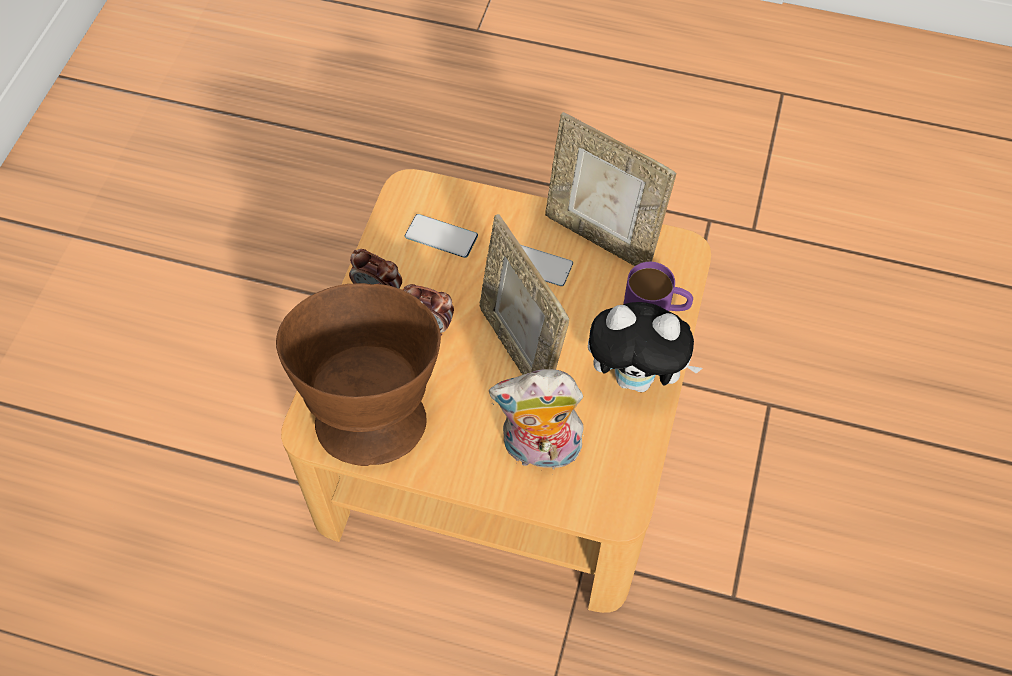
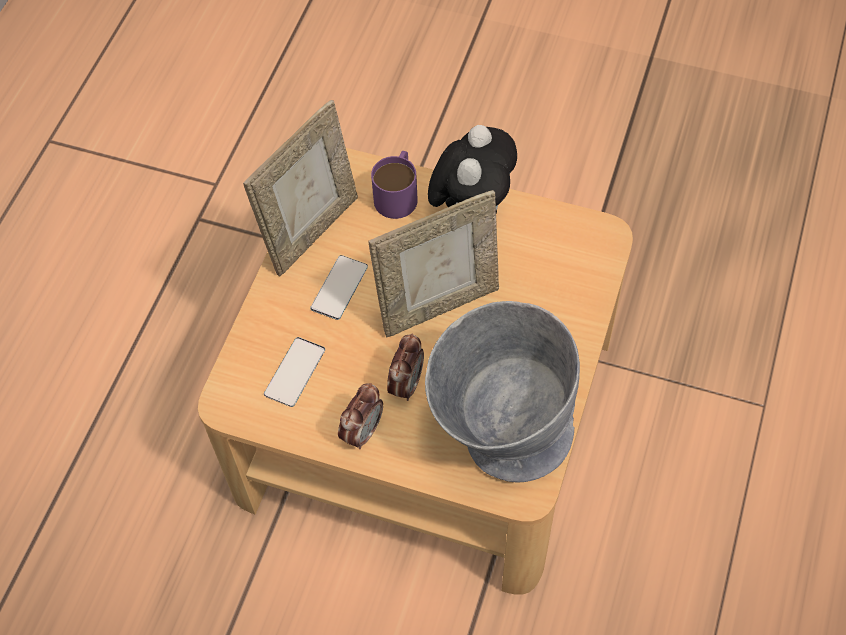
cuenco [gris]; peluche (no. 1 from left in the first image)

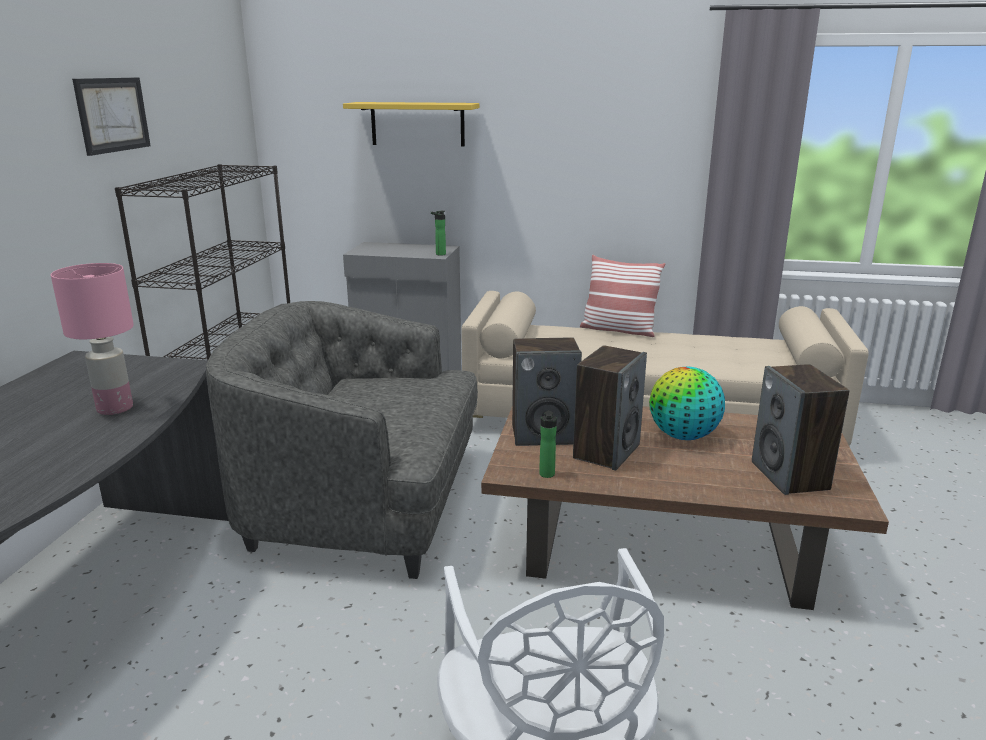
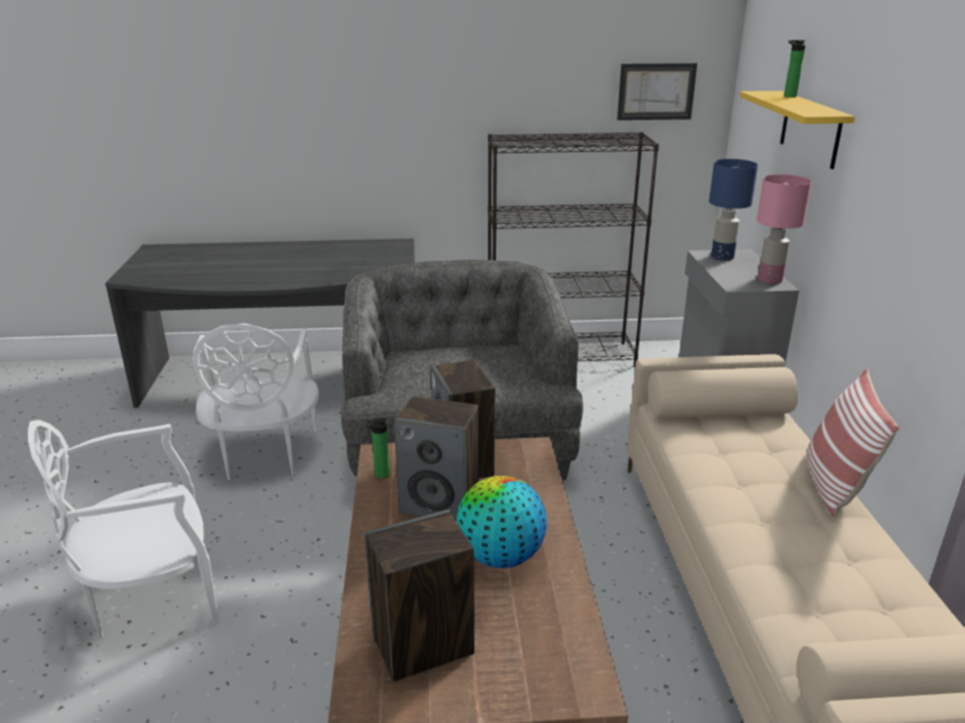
lámpara de mesa [rosa]; cuadro; botella (no. 2 from left); silla [blanco] (no. 2 from left); lámpara de mesa [azul]

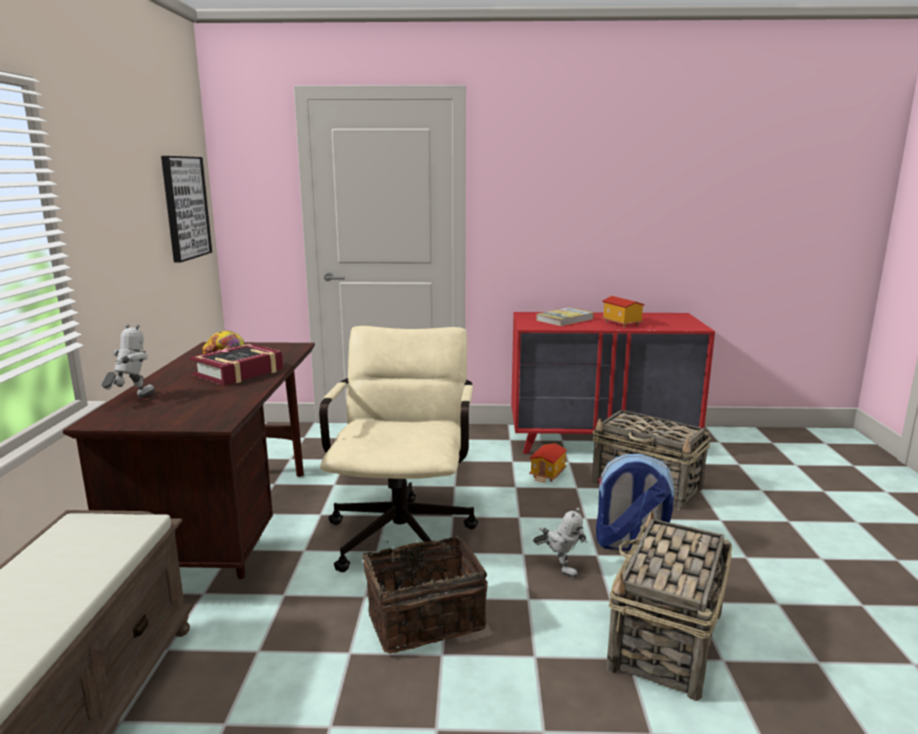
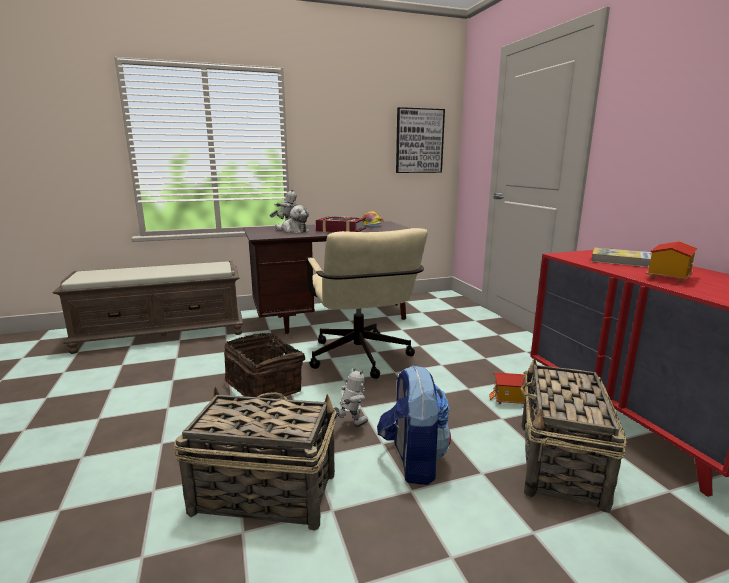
silla de oficina [beis]; robot de juguete (no. 2 from left); peluche

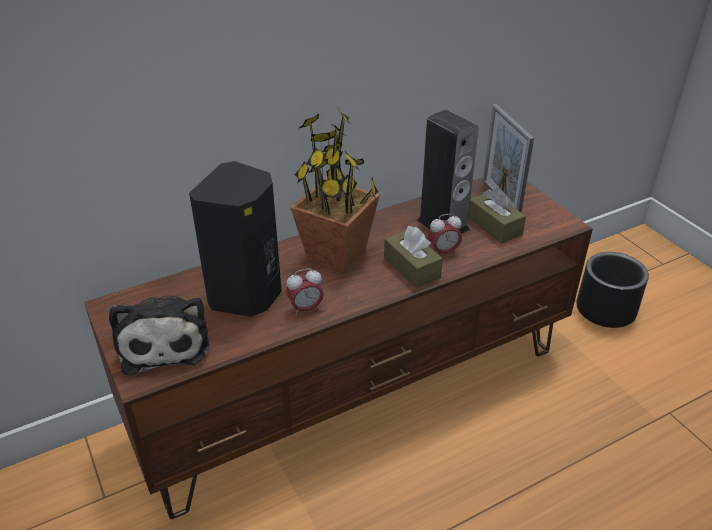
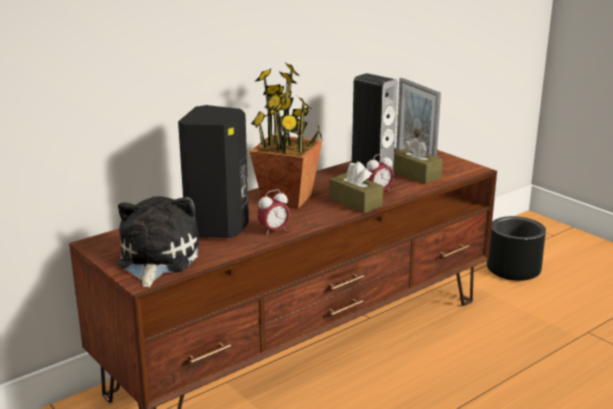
peluche

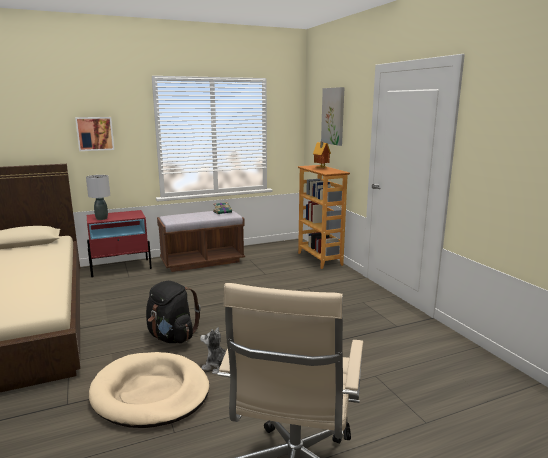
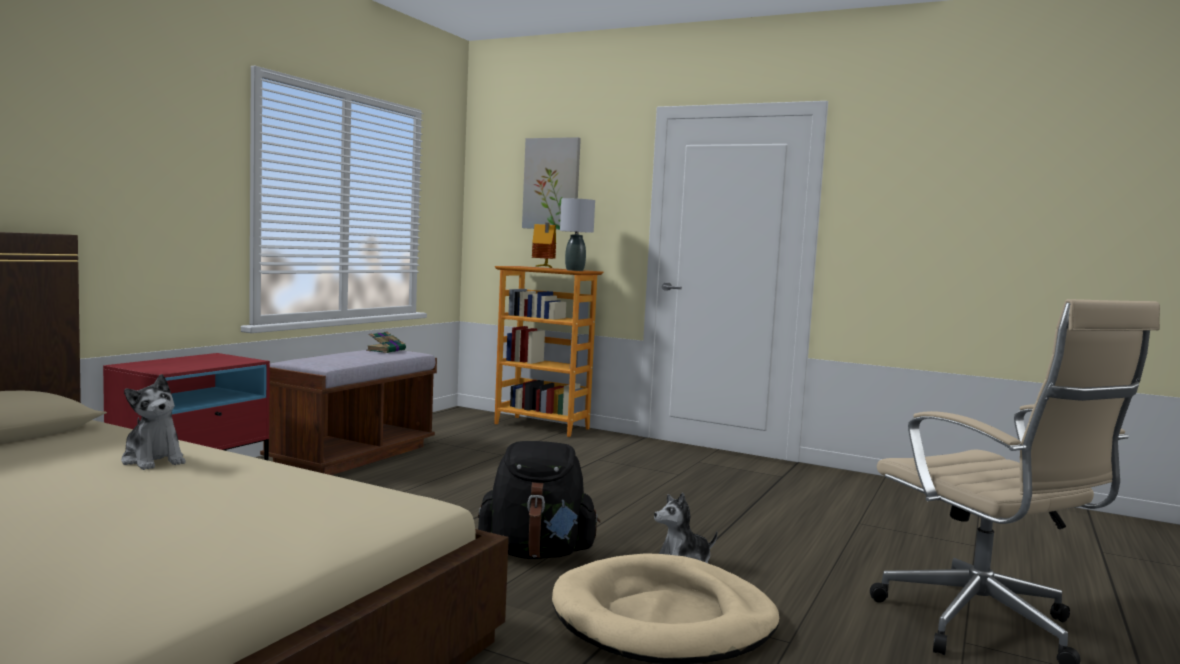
cuadro (no. 1 from left in the first image); lámpara de mesa [gris]; peluche (no. 1 from left)

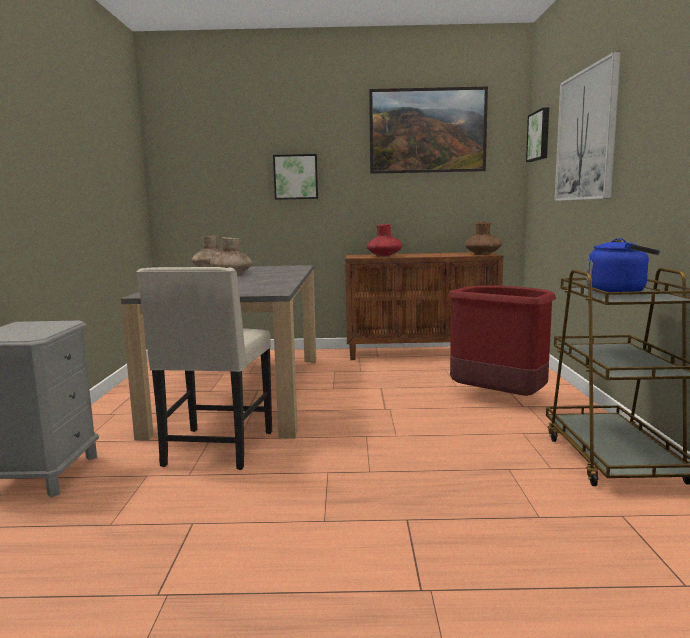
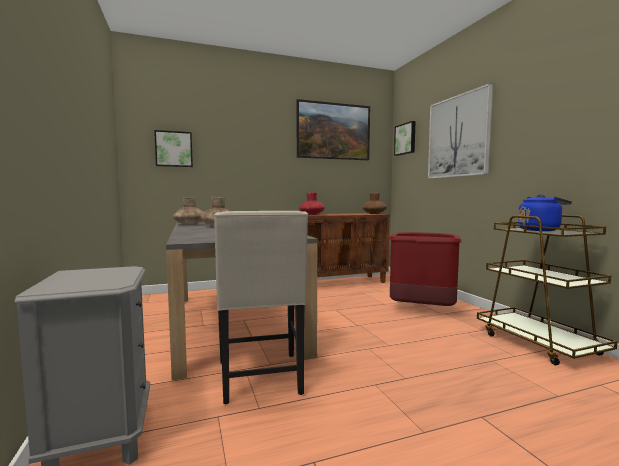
cuadro (no. 1 from left)

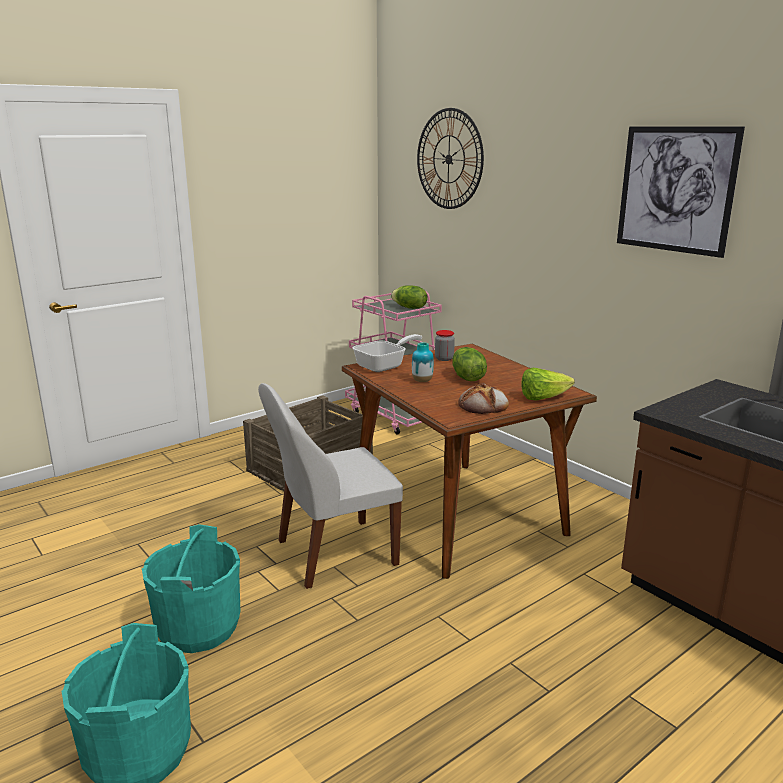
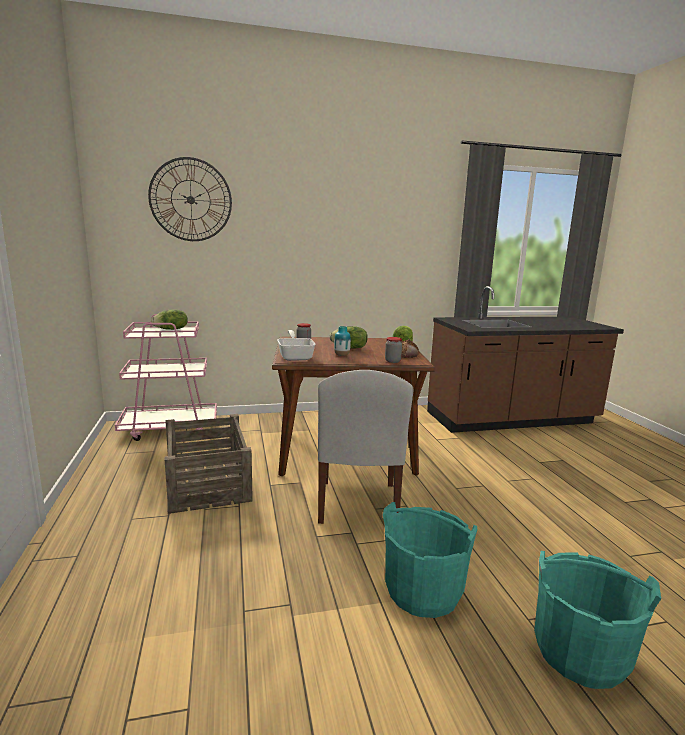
cuadro; tarro (no. 2 from left)

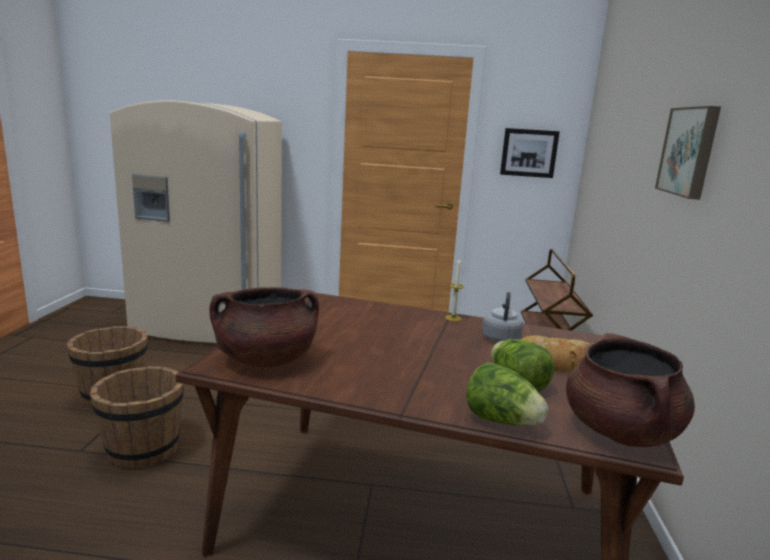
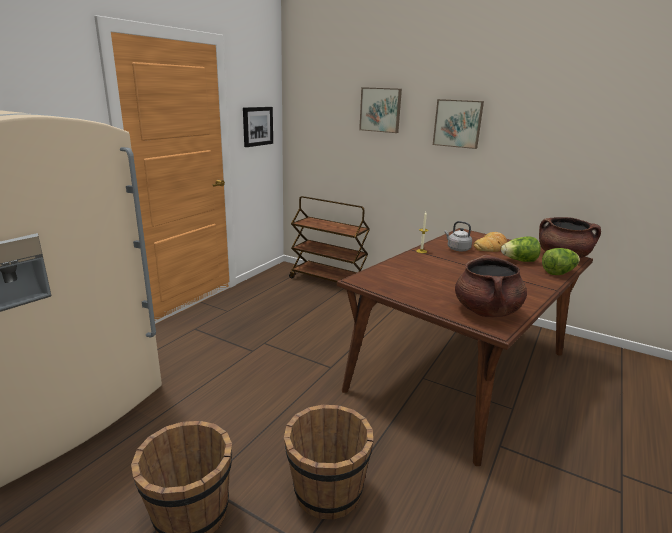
cuadro (no. 2 from left)

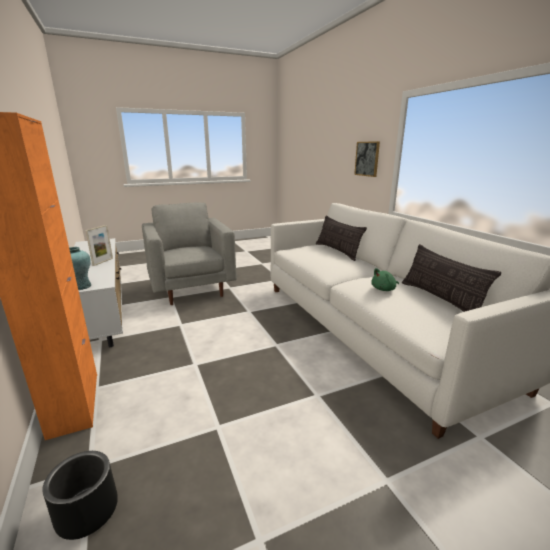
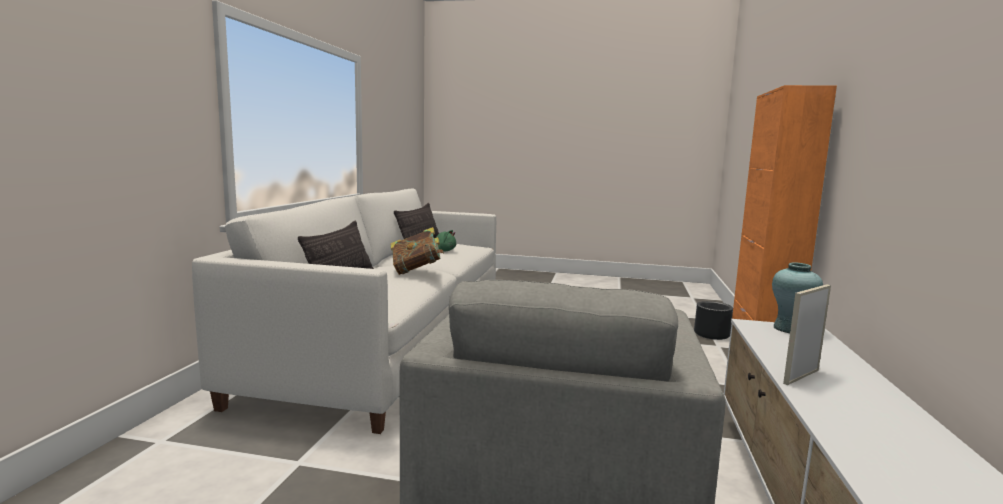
cuadro; libro

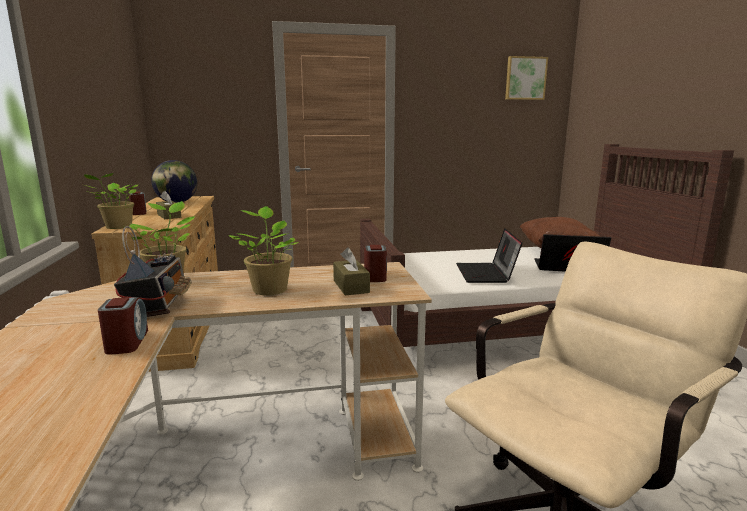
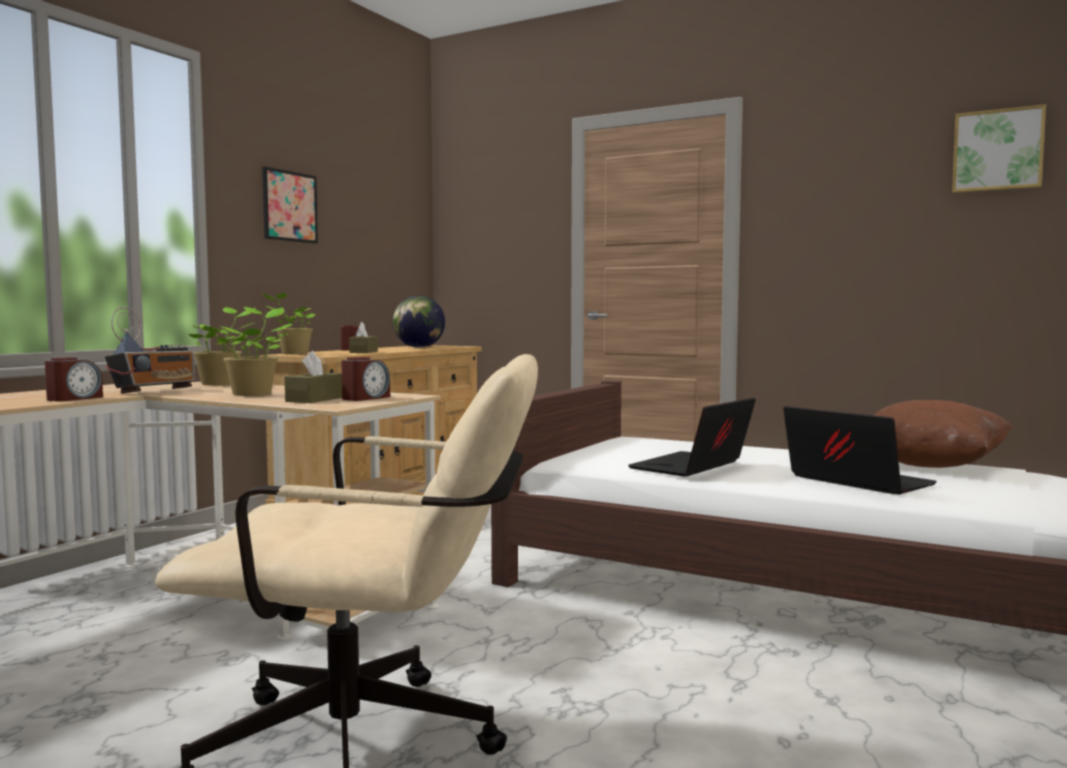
cuadro (no. 1 from left)

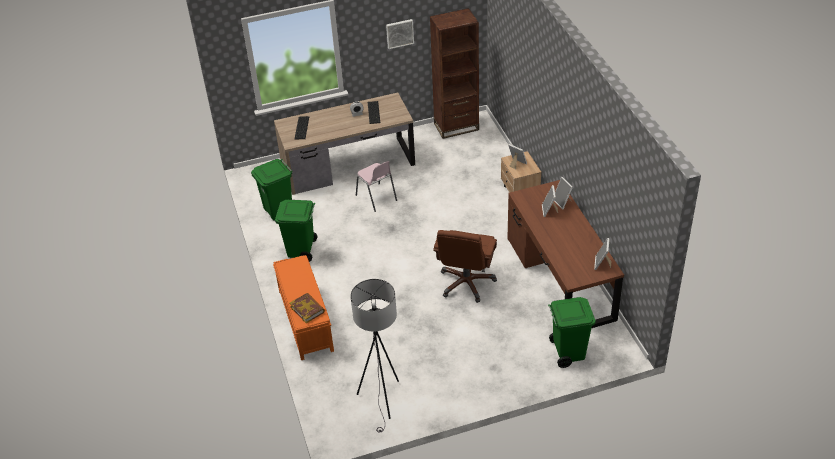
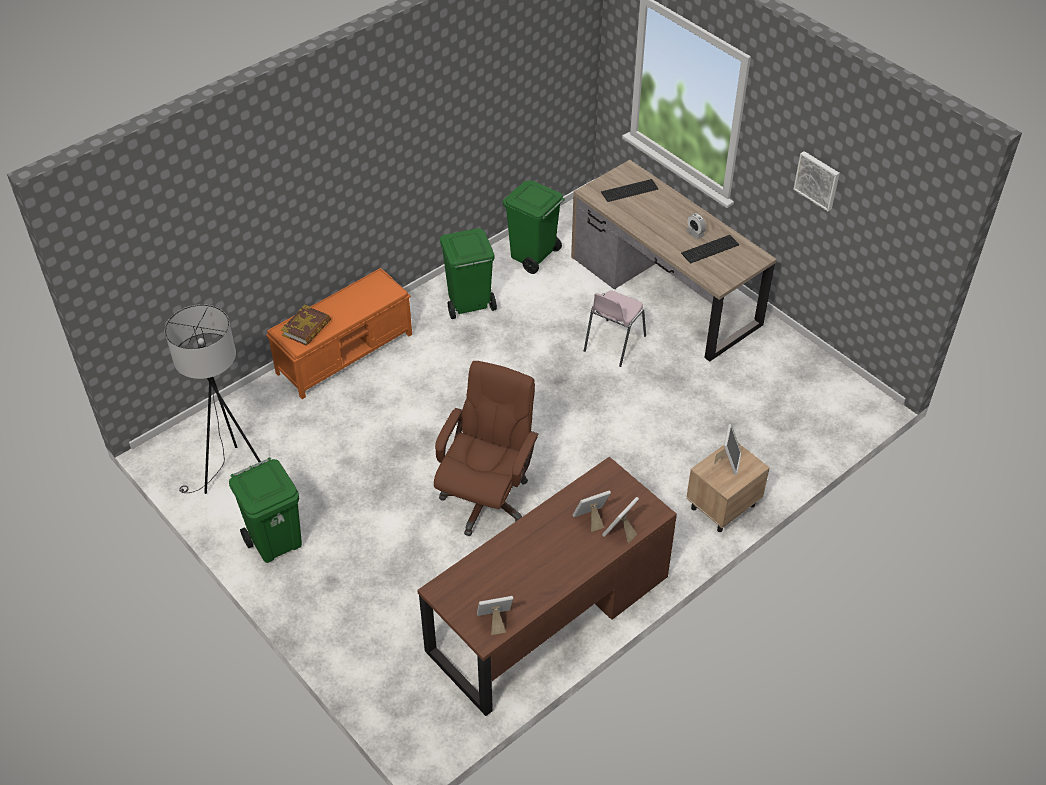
estantería [marrón]; silla de oficina [marrón]; papelera [verde] (no. 1 from left)

